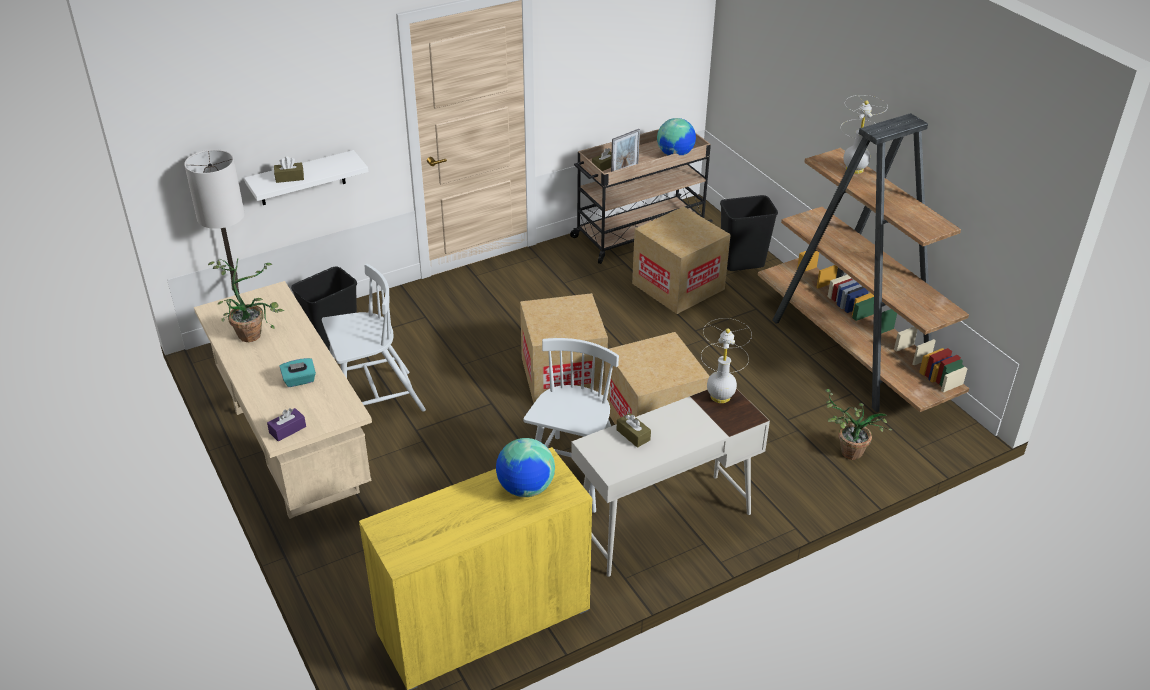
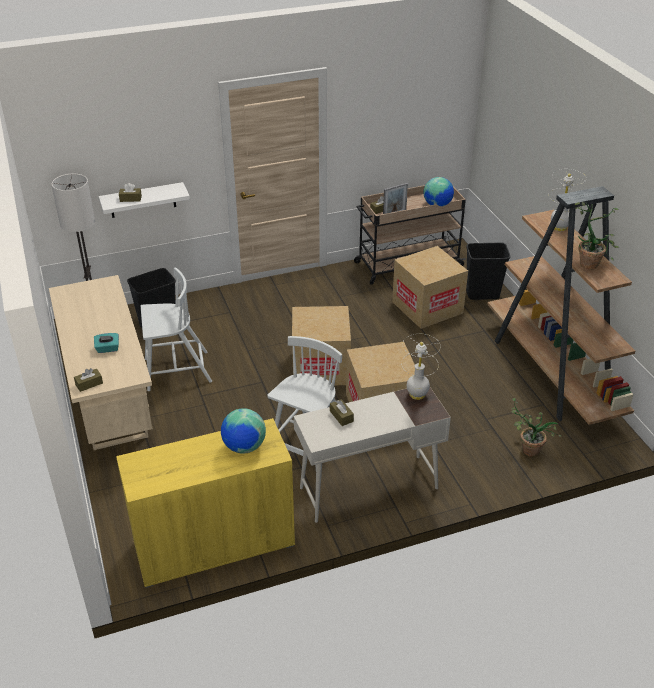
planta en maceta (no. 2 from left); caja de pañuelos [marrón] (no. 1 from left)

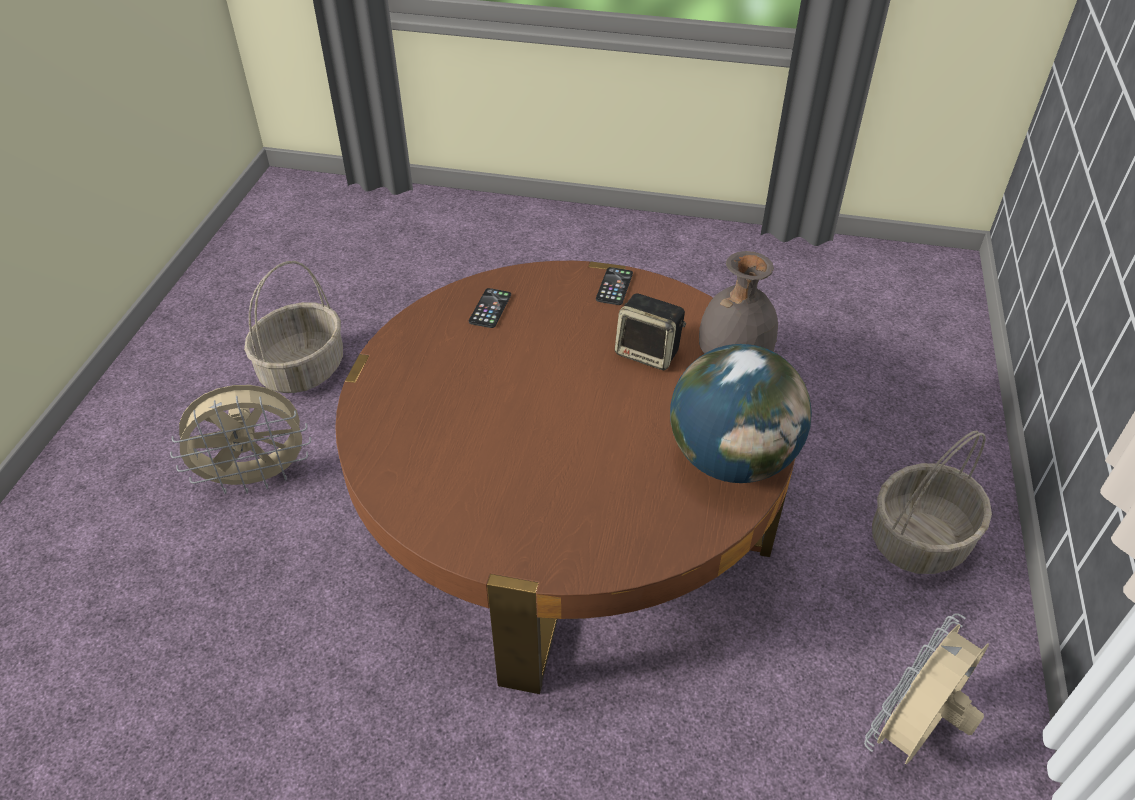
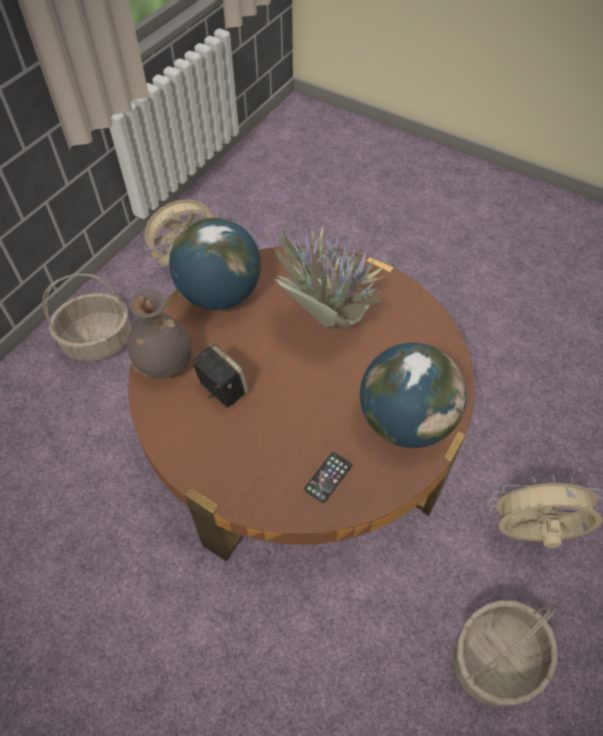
móvil (no. 2 from left in the first image); planta en maceta; globo terráqueo (no. 2 from left)

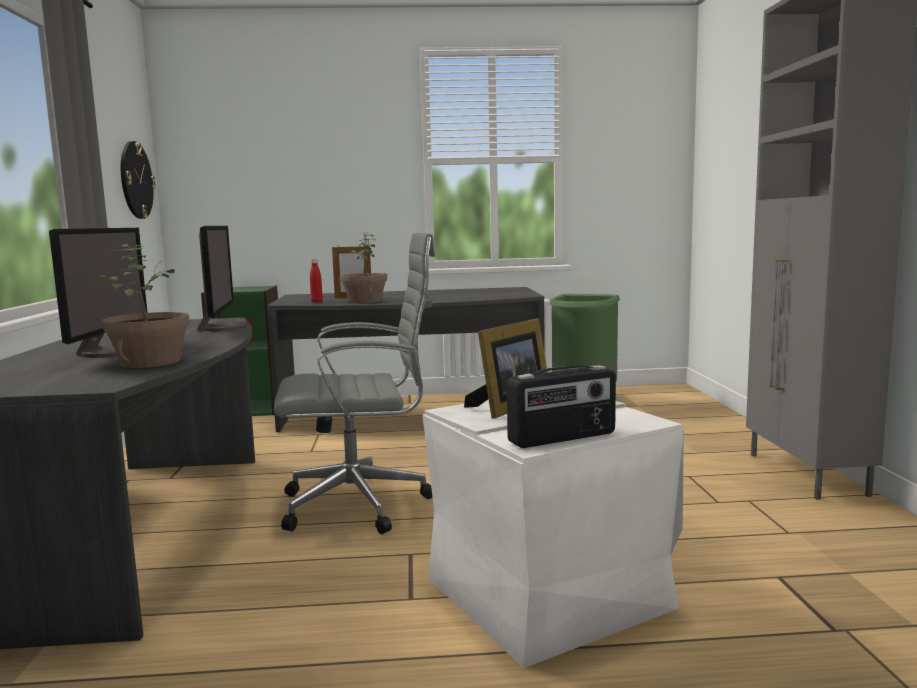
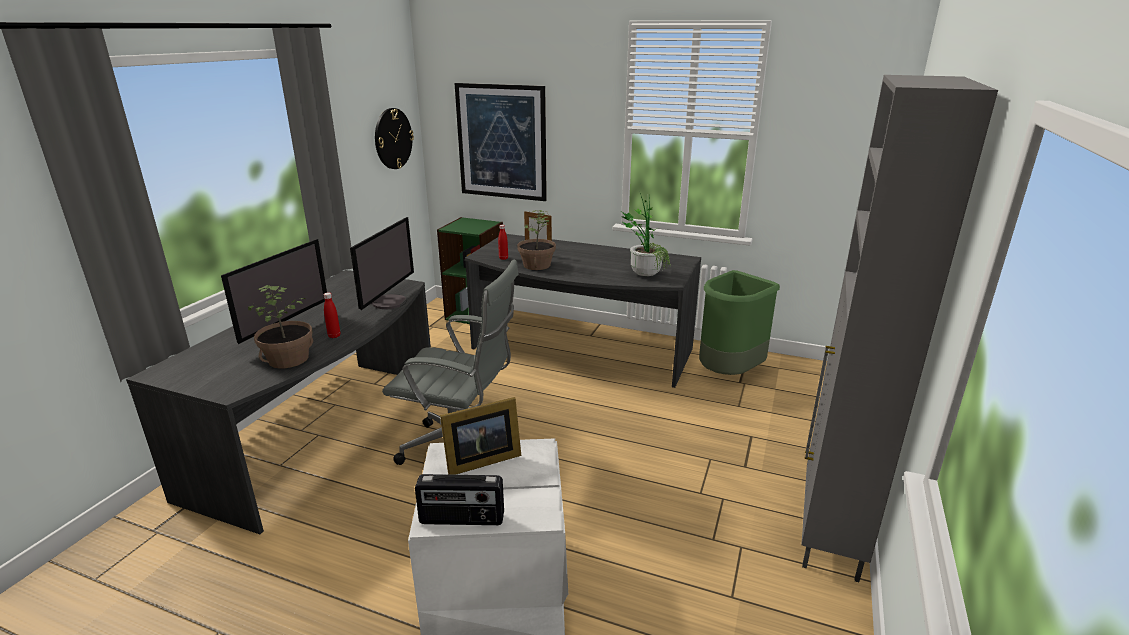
botella [rojo] (no. 1 from left); cuadro; planta en maceta (no. 3 from left)

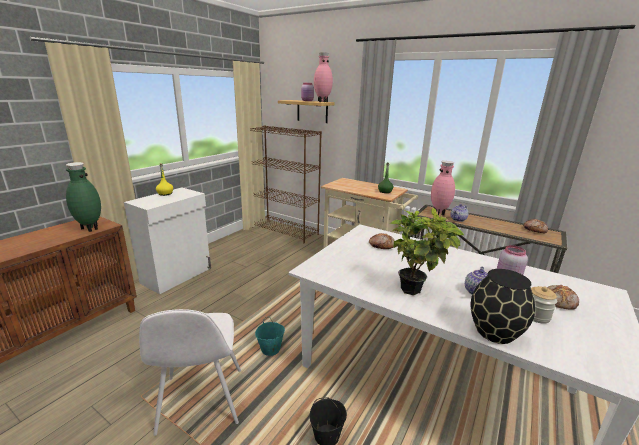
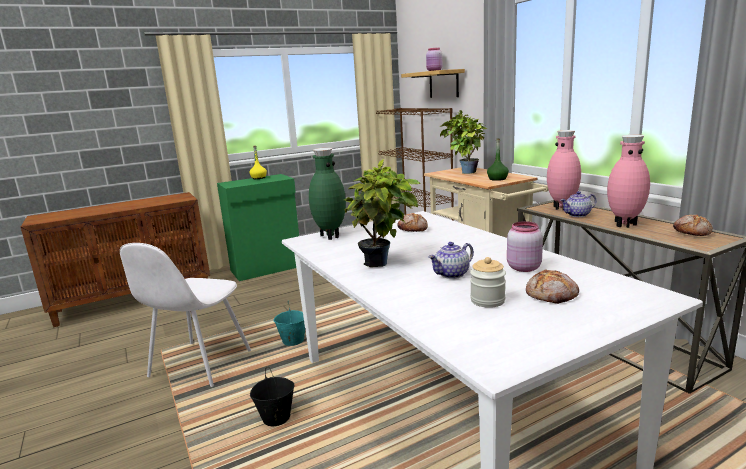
florero [verde]; armario [verde]; florero [rosa] (no. 2 from left); florero [negro]; planta en maceta (no. 2 from left)

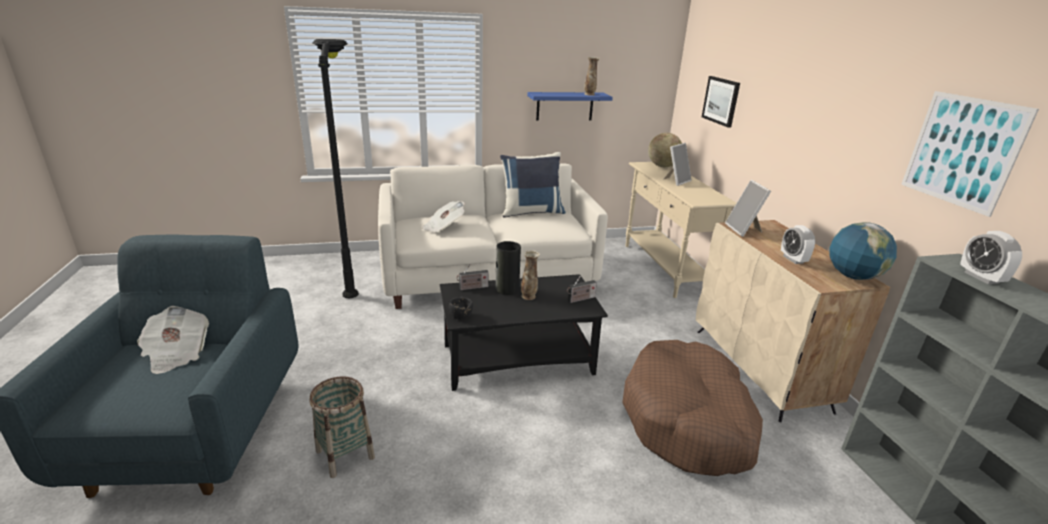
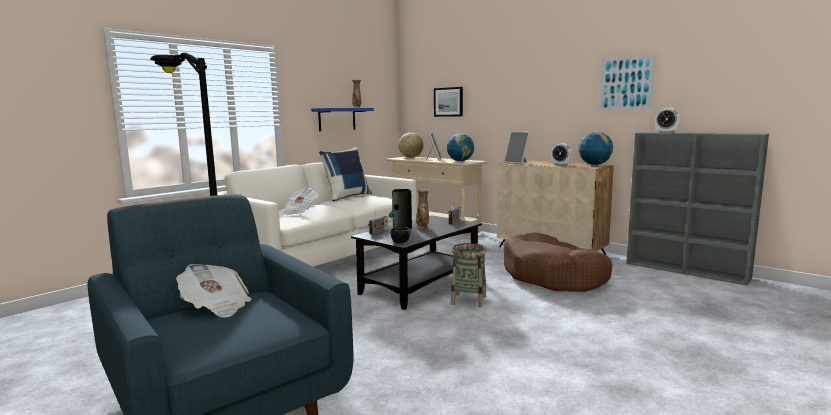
cesta; globo terráqueo (no. 2 from left)

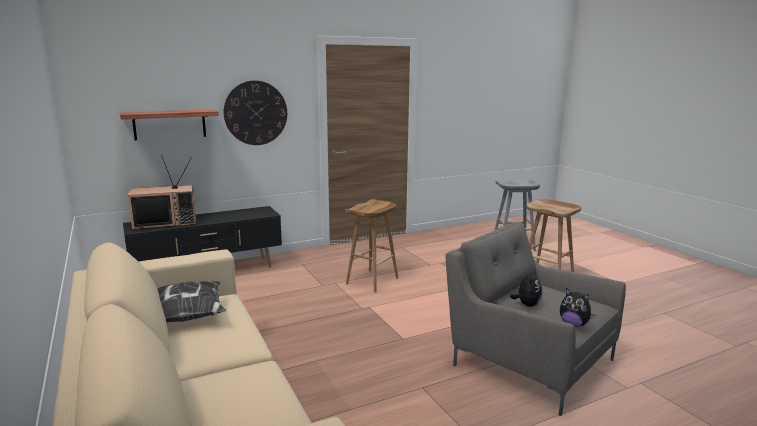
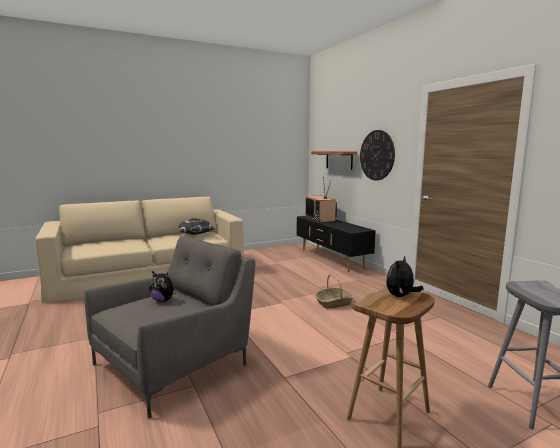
cesta; peluche (no. 2 from left)

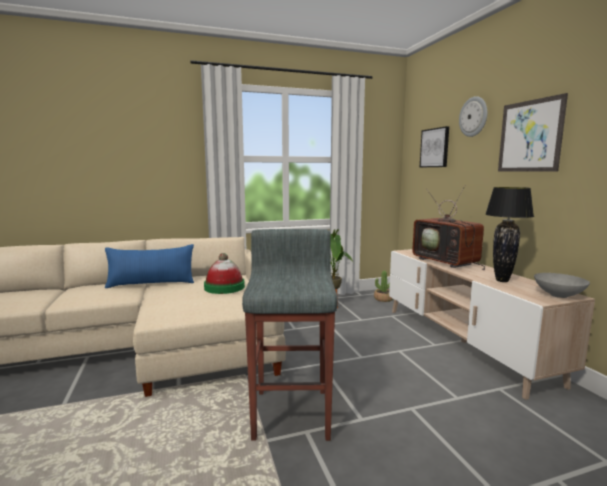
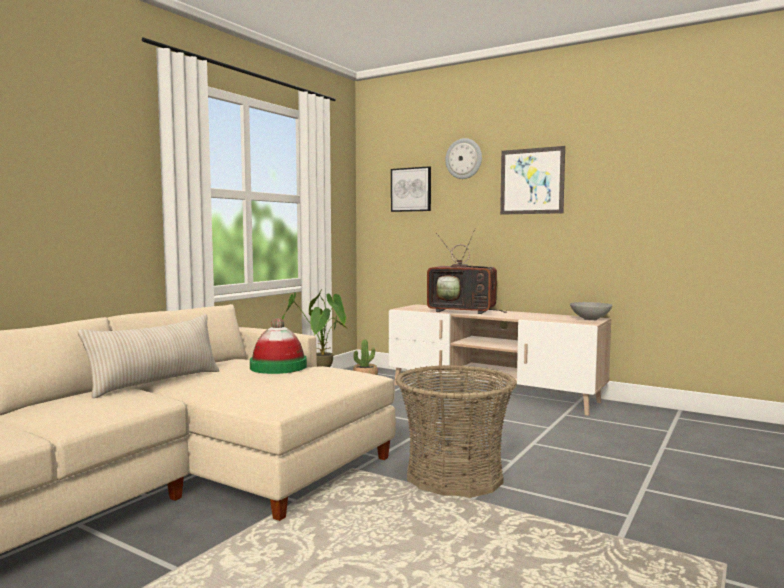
cojín [beis]; cesta; lámpara de mesa [negro]

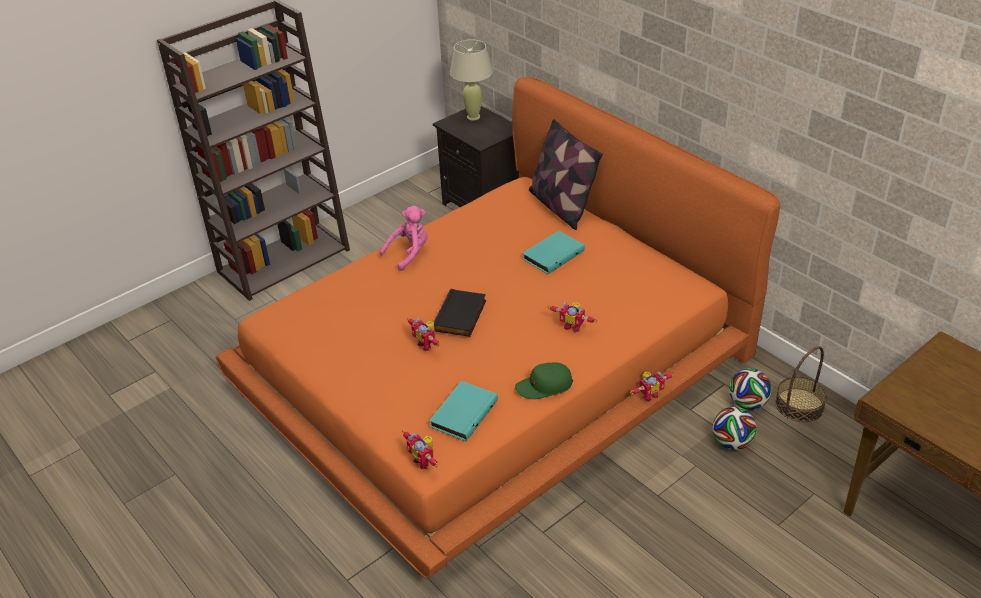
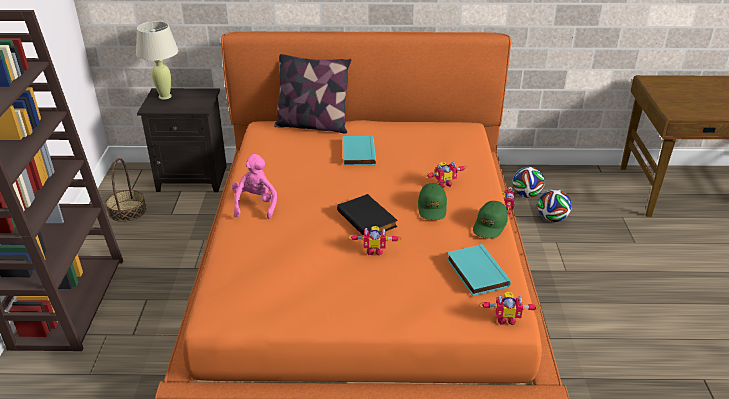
cesta; gorra [verde] (no. 1 from left)

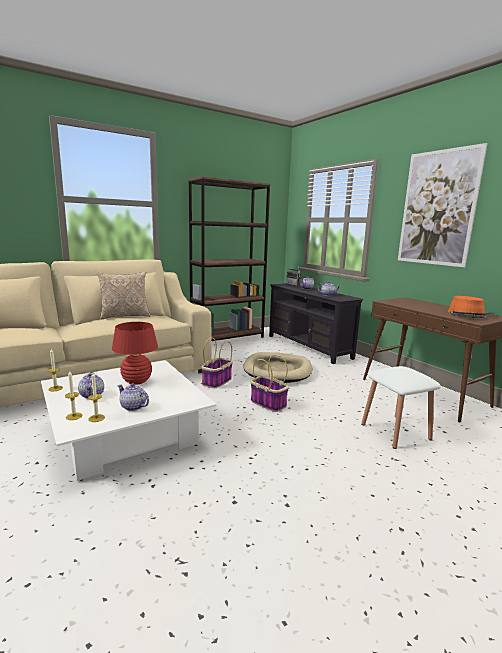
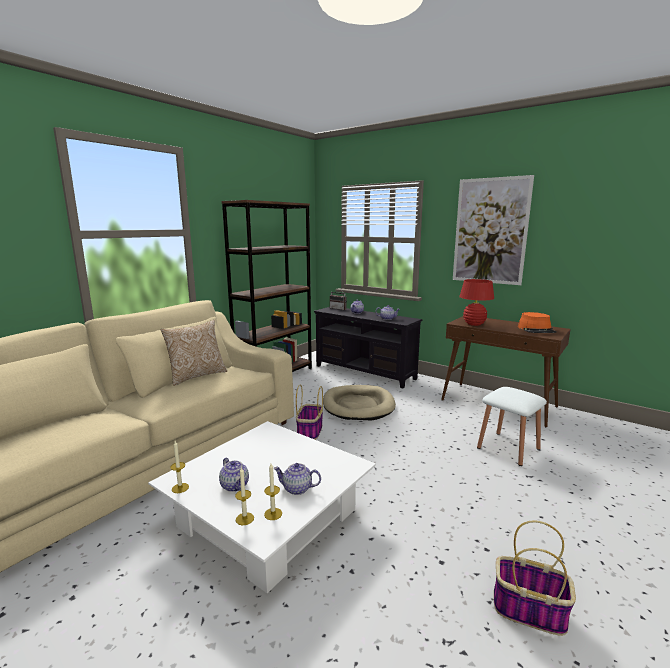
lámpara de mesa [rojo]; cesta (no. 2 from left)

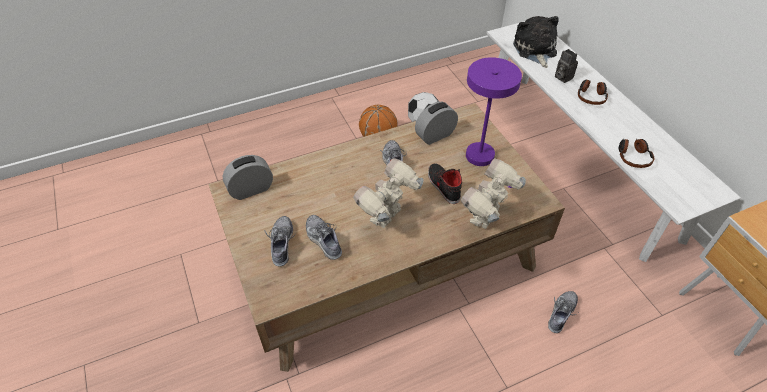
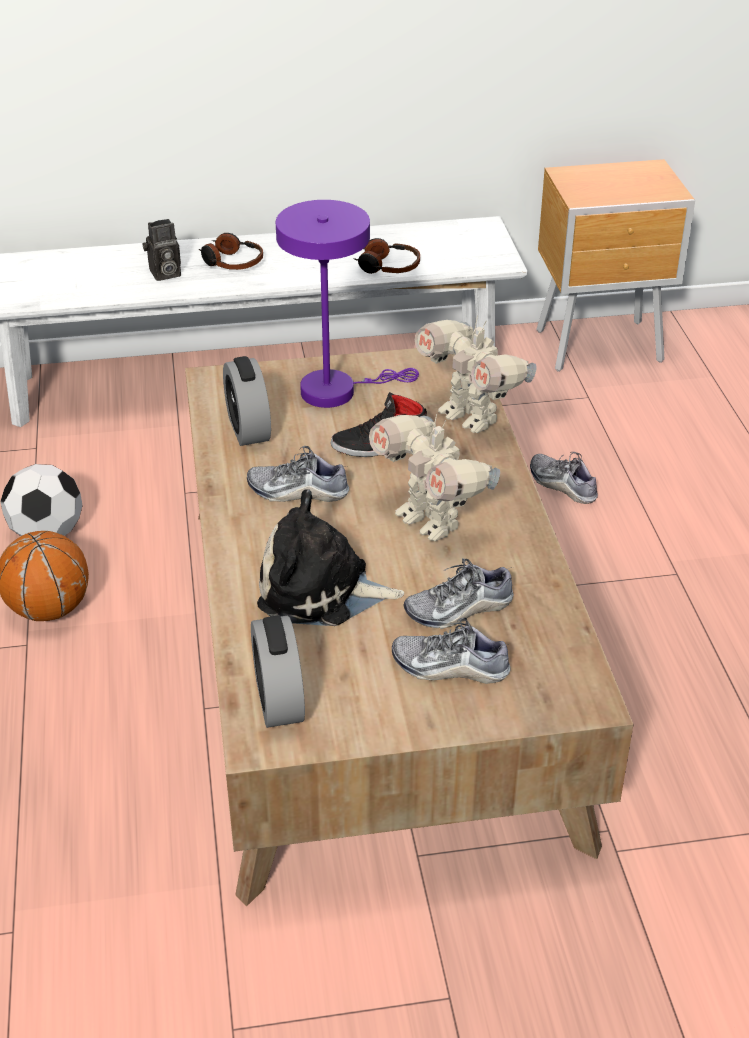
peluche

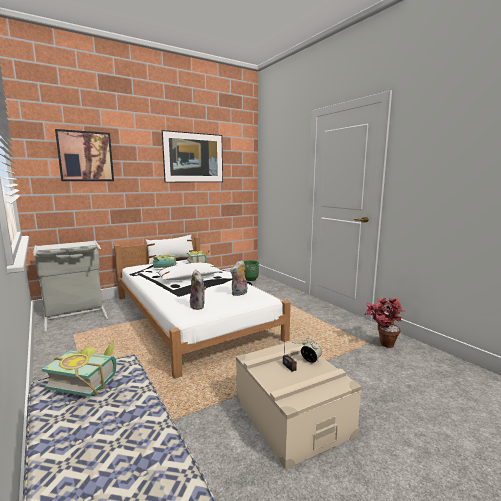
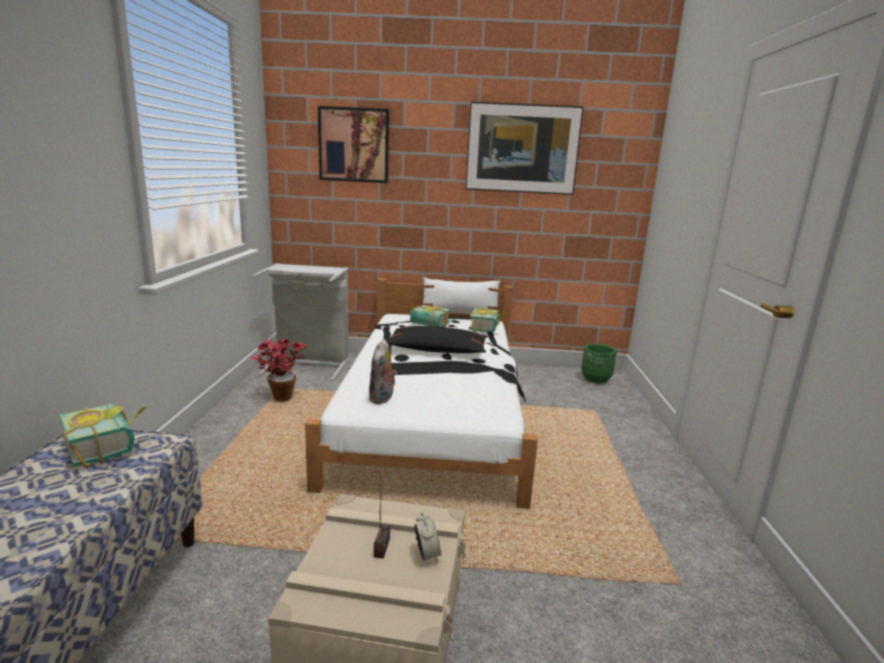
cojín [negro]; peluche (no. 2 from left in the first image); planta en maceta

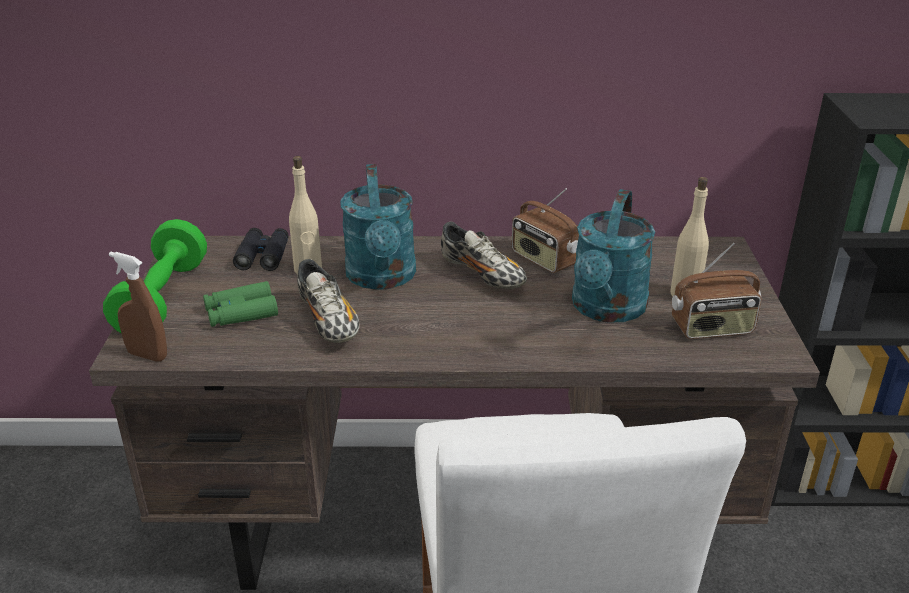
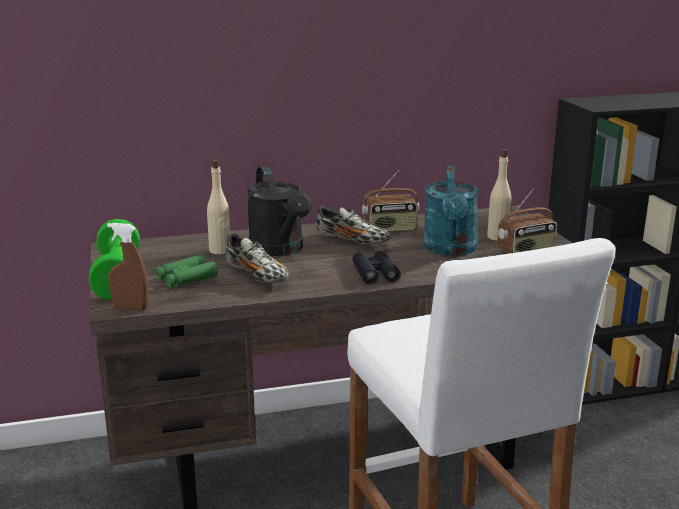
prismáticos [negro]; regadera [negro]; radio (no. 1 from left)

